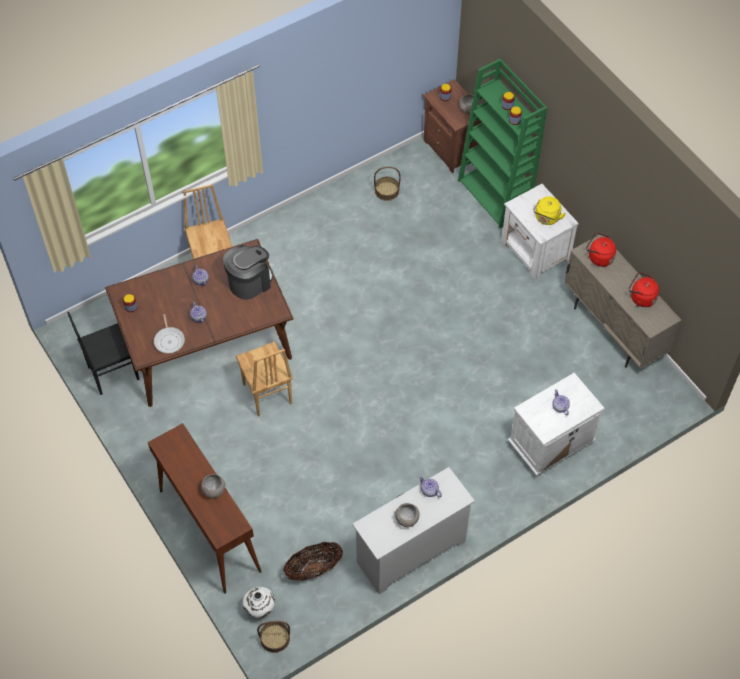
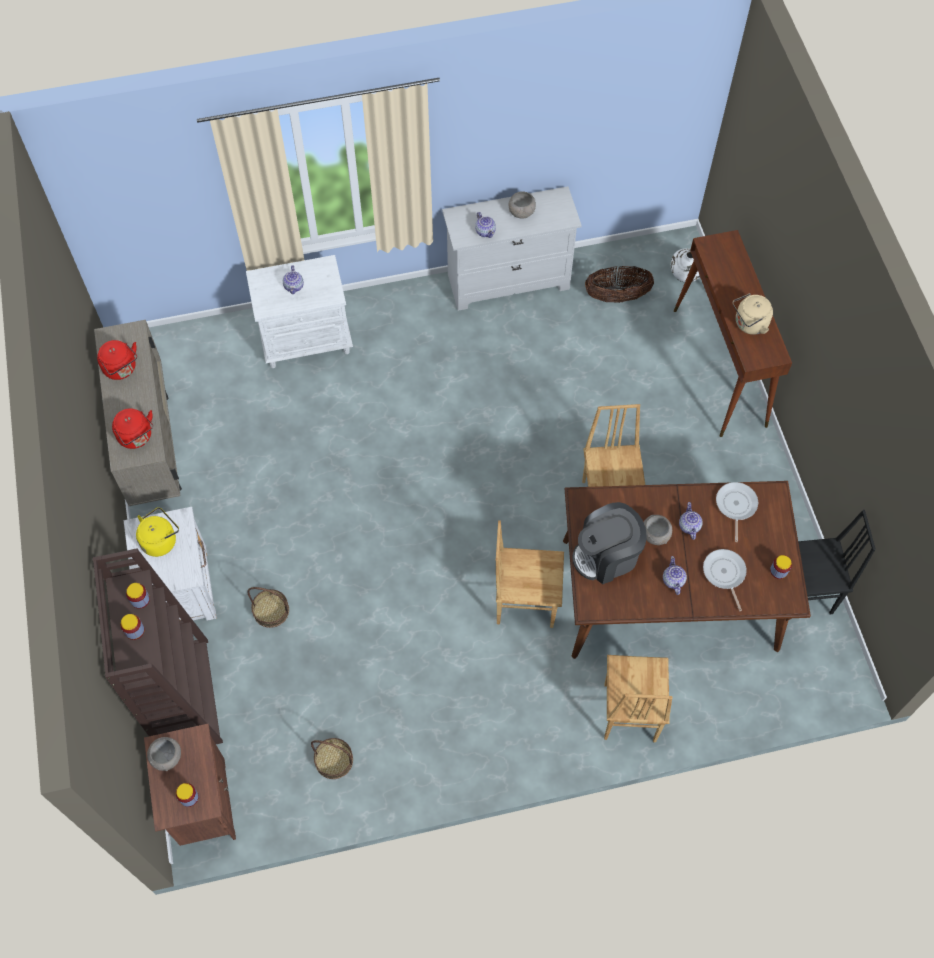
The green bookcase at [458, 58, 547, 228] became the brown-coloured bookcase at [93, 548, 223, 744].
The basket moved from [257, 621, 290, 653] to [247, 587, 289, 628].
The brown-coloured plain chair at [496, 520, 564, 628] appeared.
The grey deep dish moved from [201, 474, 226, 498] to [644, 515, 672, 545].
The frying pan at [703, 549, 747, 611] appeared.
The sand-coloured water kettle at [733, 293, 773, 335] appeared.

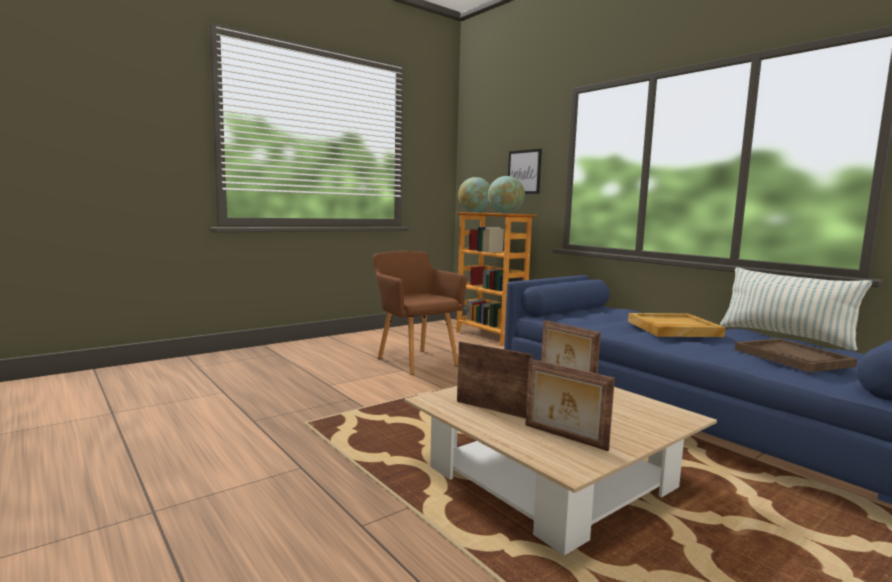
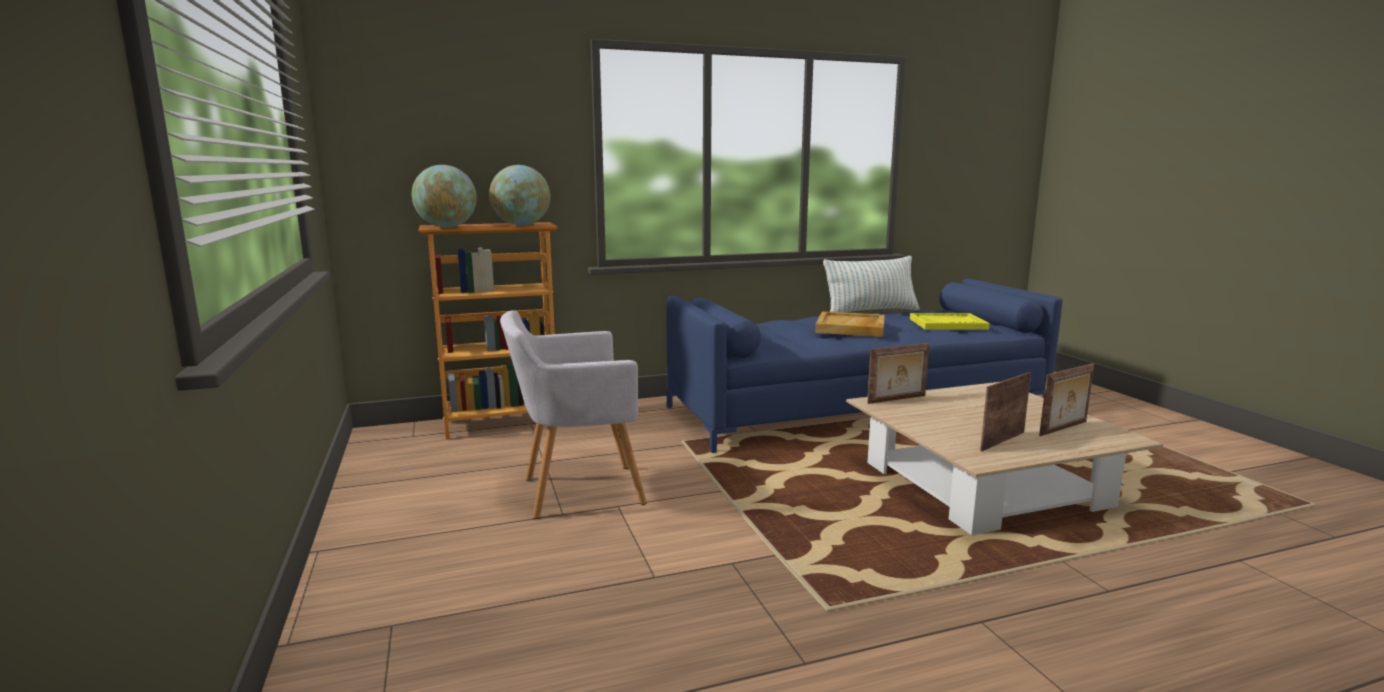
The brown-coloured lounge chair at [373, 251, 467, 375] became the grey lounge chair at [500, 310, 647, 519].
The brown-coloured serving tray at [735, 339, 857, 372] became the yellow serving tray at [910, 313, 990, 330].
The picture at [508, 149, 542, 194] disappeared.

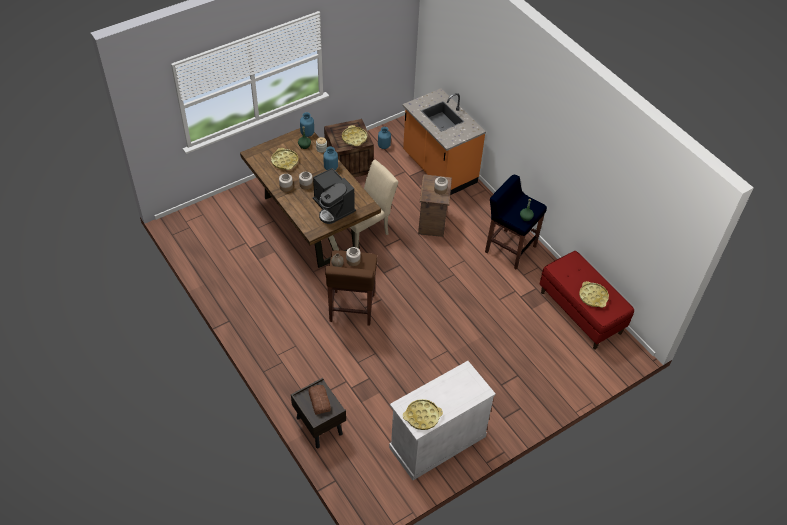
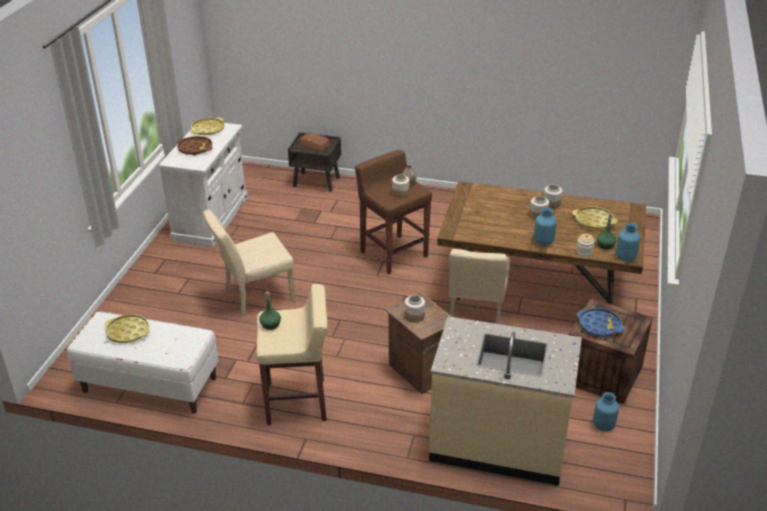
The reddish indoor bench at [539, 251, 634, 350] became the white-coloured indoor bench at [67, 311, 218, 414].
The brown-coloured serving tray at [177, 136, 213, 155] appeared.
The sand-coloured plain chair at [203, 210, 296, 317] appeared.
The bluish sitting stool at [485, 175, 547, 270] became the sand-coloured sitting stool at [256, 284, 328, 425].
The orange kitchen counter at [403, 88, 486, 195] became the sand-coloured kitchen counter at [429, 316, 582, 486].
The yellow serving tray at [342, 125, 367, 146] became the bluish serving tray at [576, 308, 625, 337].
The coffee brewer at [313, 168, 356, 224] disappeared.

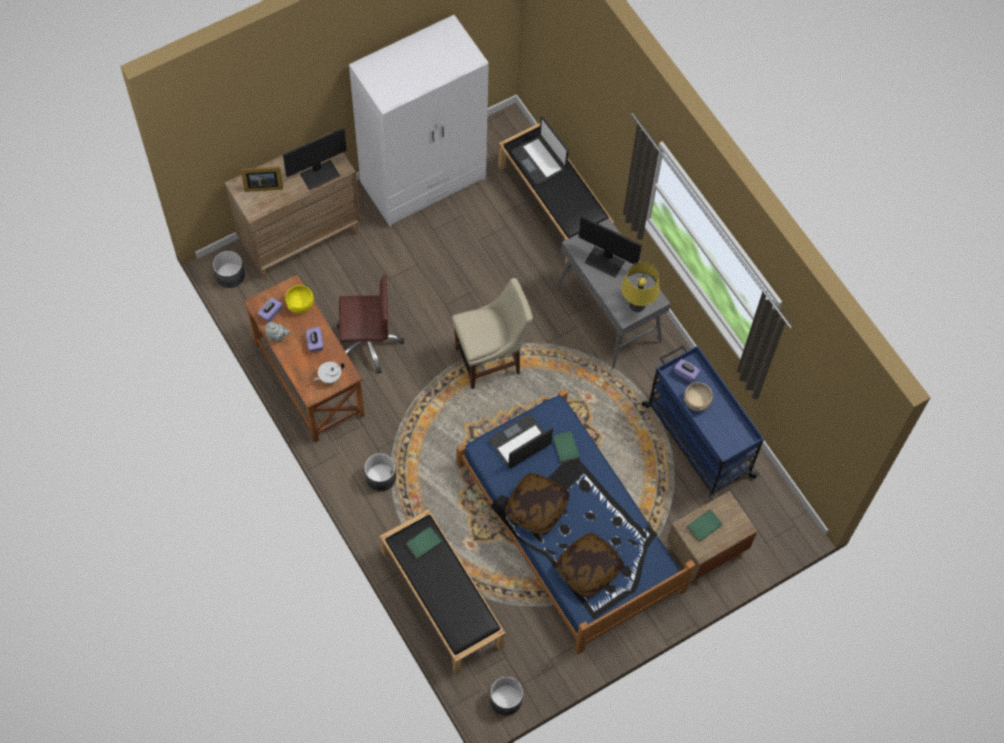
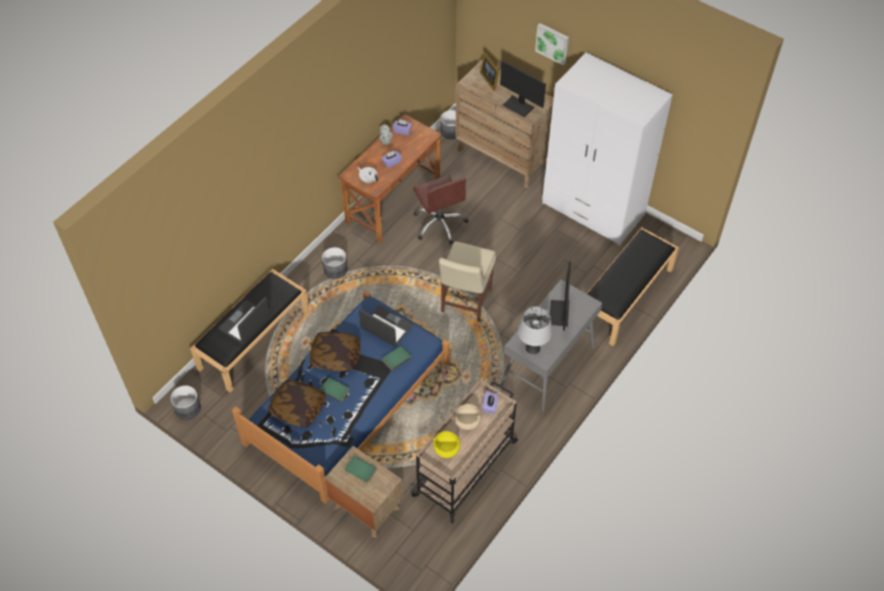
The laptop moved from [512, 117, 569, 185] to [219, 297, 271, 344].
The green volume moved from [406, 527, 442, 560] to [319, 378, 350, 402].
The bluish wheeled cart at [642, 345, 764, 502] became the sand-coloured wheeled cart at [410, 379, 518, 523].
The yellow deep dish moved from [285, 285, 314, 313] to [433, 431, 460, 458].
The sand-coloured plain chair at [452, 278, 533, 389] turned 60 degrees clockwise.
The yellow table lamp at [622, 262, 660, 312] became the grey table lamp at [518, 306, 552, 354].
The picture at [535, 23, 569, 65] appeared.

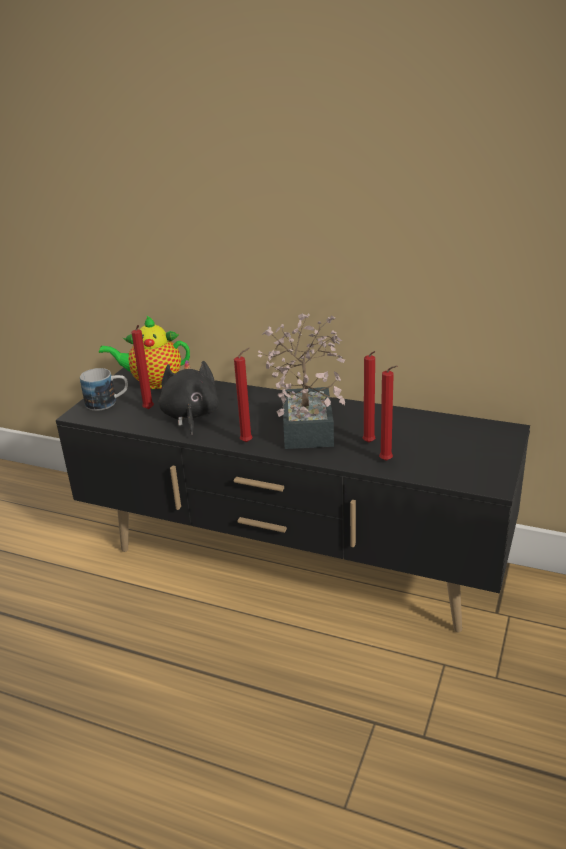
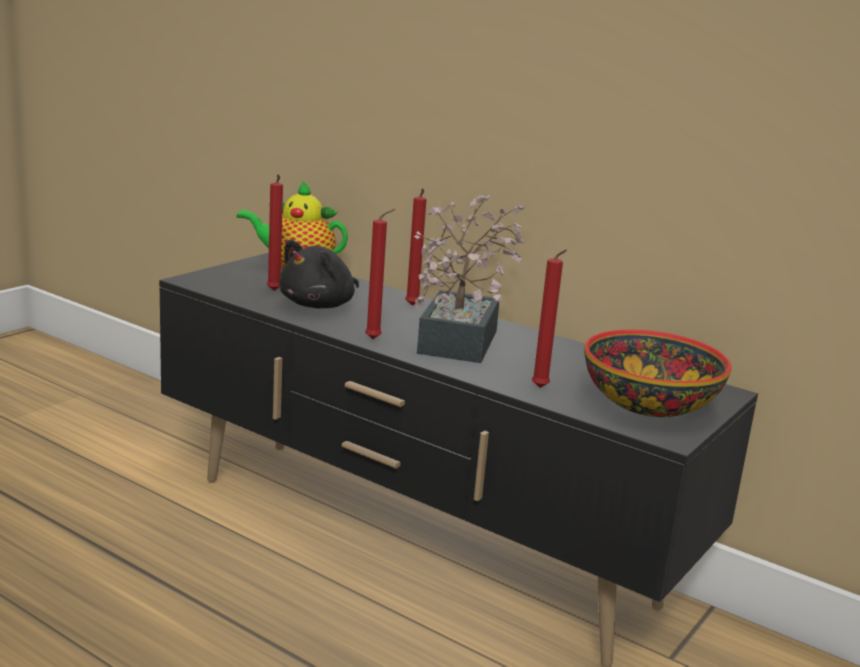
The black plush toy at [159, 360, 219, 435] turned 150 degrees counterclockwise.
The reddish wax candle moved from [363, 351, 376, 443] to [405, 188, 427, 306].
The deep dish at [584, 330, 732, 417] appeared.
The tea mug at [80, 368, 128, 411] disappeared.

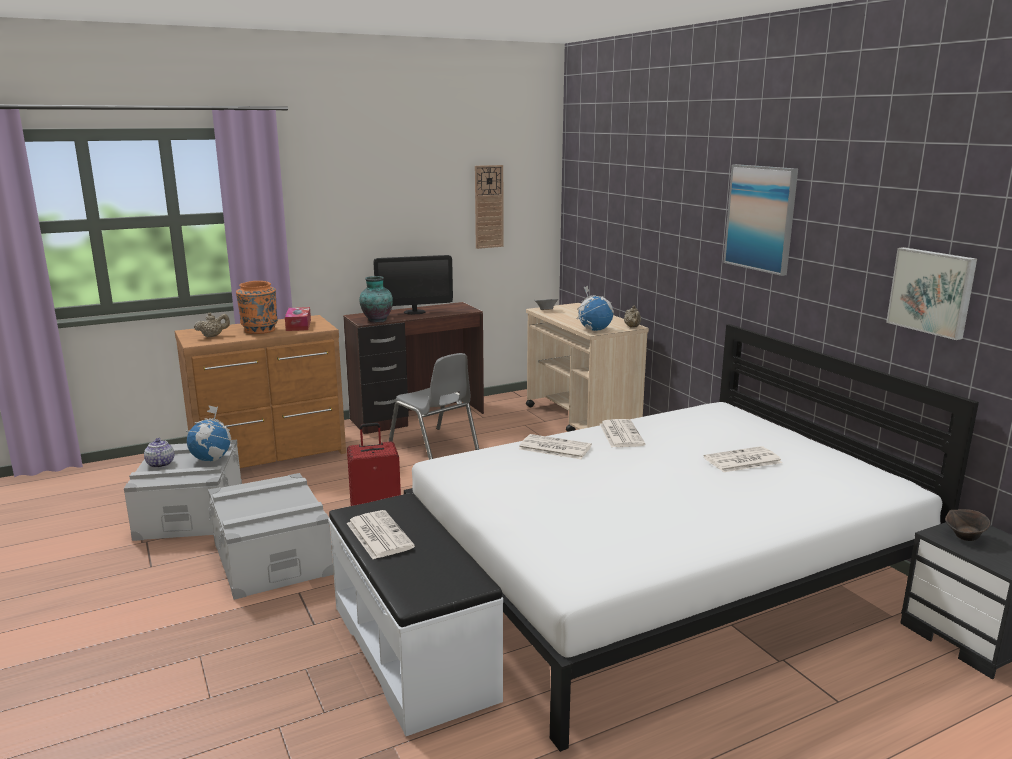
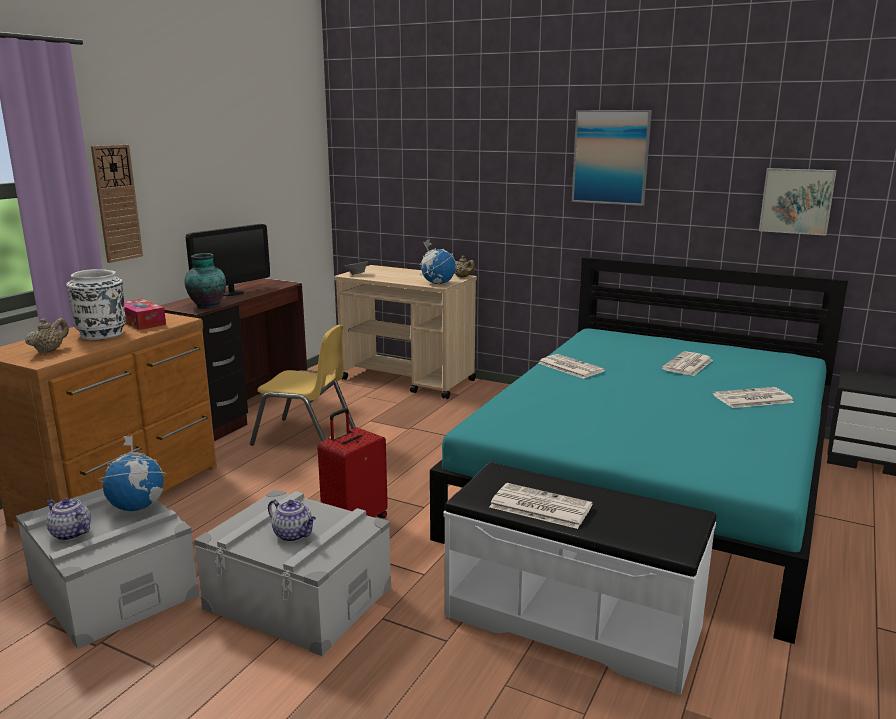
The orange vase at [236, 281, 278, 334] became the white-coloured vase at [66, 269, 126, 340].
The clock on the wall moved from [475, 165, 503, 249] to [91, 145, 143, 263].
The grey plain chair at [389, 353, 479, 460] became the yellow plain chair at [250, 325, 355, 446].
The pot for tea at [268, 499, 316, 542] appeared.
The white-coloured bedroom bed at [404, 324, 979, 752] became the blue-green bedroom bed at [430, 257, 848, 644].
The daily paper moved from [519, 434, 592, 459] to [713, 387, 795, 408].
The brown-coloured deep dish at [945, 509, 991, 541] disappeared.

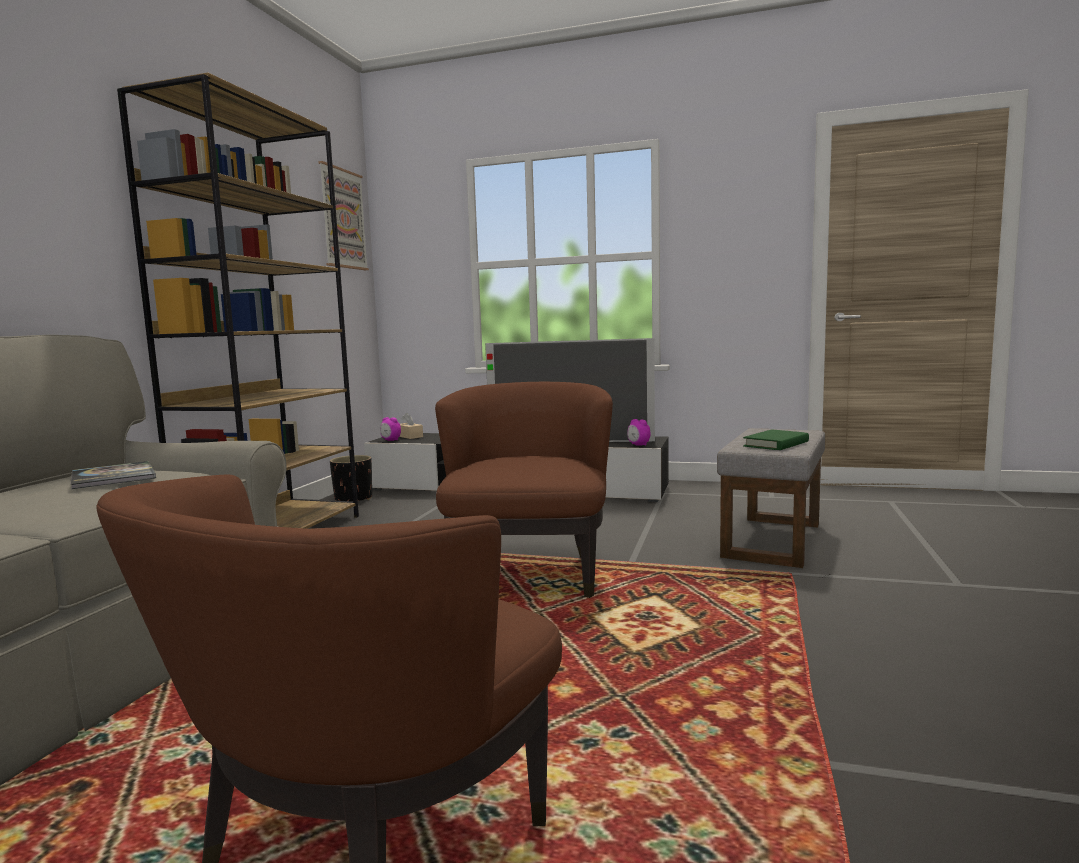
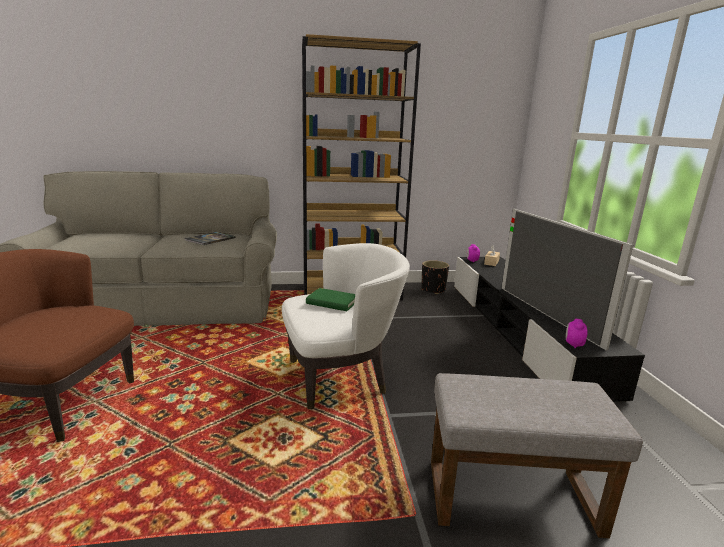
The brown-coloured lounge chair at [435, 382, 613, 598] became the white-coloured lounge chair at [282, 243, 410, 410].
The green volume moved from [743, 429, 809, 450] to [306, 288, 355, 311].
The picture at [318, 161, 369, 270] disappeared.

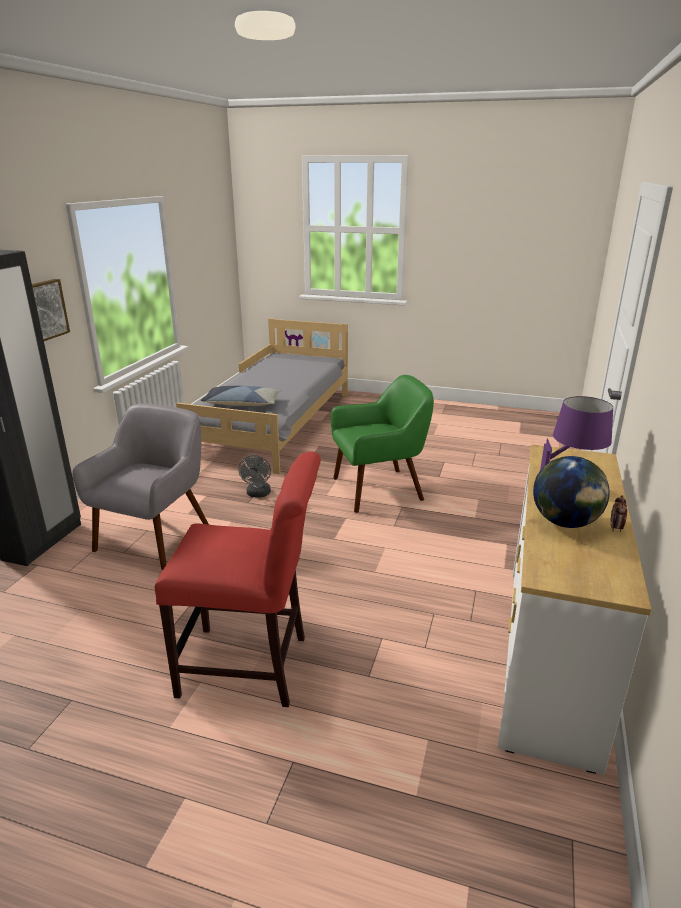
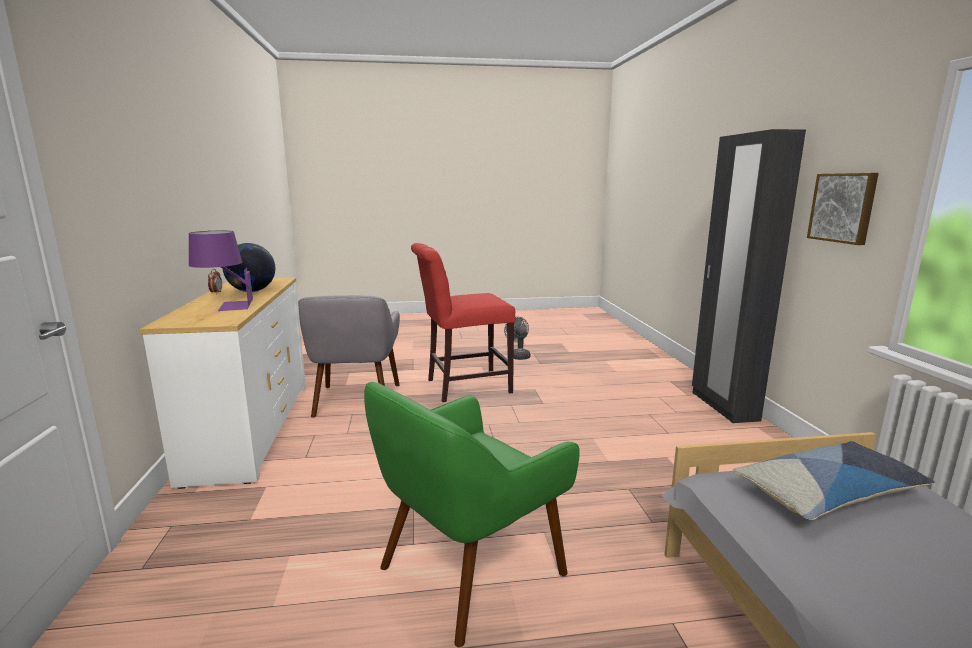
The grey lounge chair moved from [72, 403, 209, 570] to [298, 295, 400, 418].
The grey cooling fan moved from [238, 455, 271, 498] to [504, 317, 531, 360].

